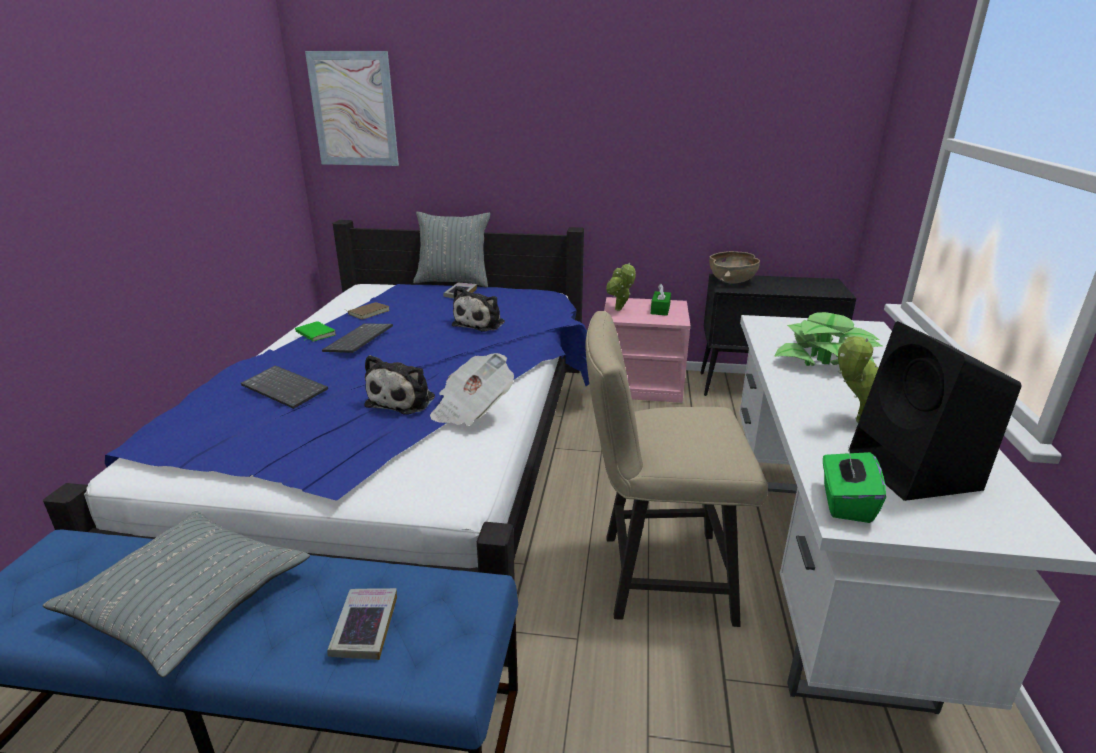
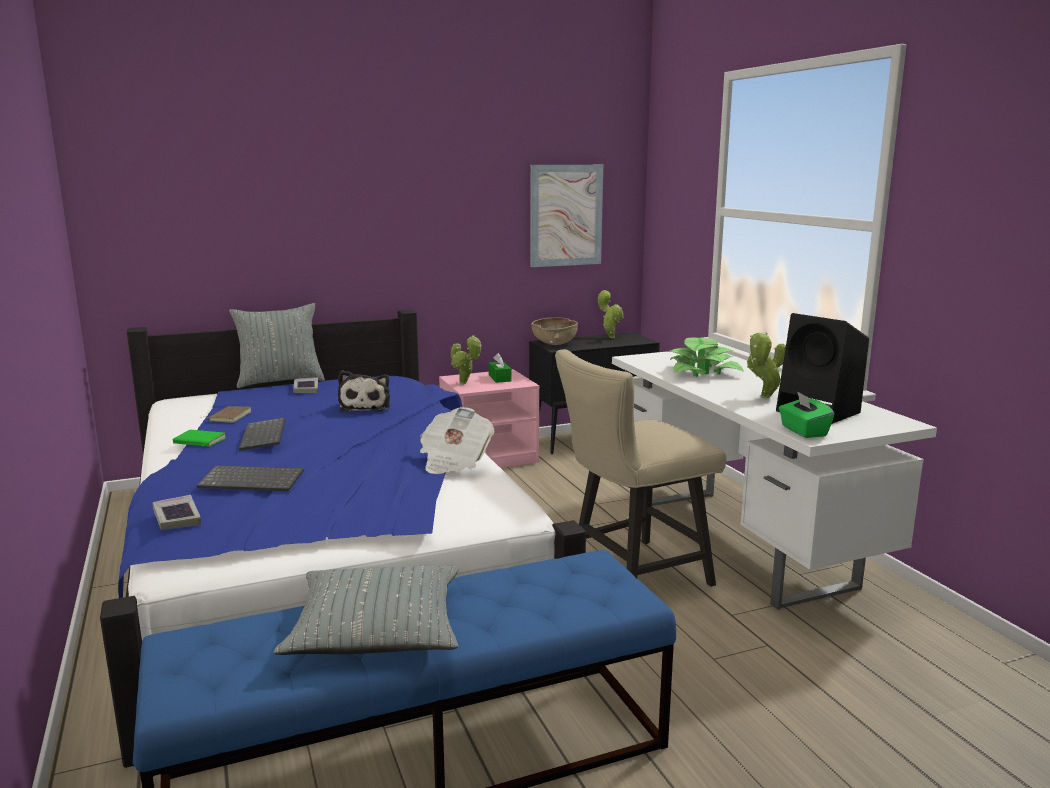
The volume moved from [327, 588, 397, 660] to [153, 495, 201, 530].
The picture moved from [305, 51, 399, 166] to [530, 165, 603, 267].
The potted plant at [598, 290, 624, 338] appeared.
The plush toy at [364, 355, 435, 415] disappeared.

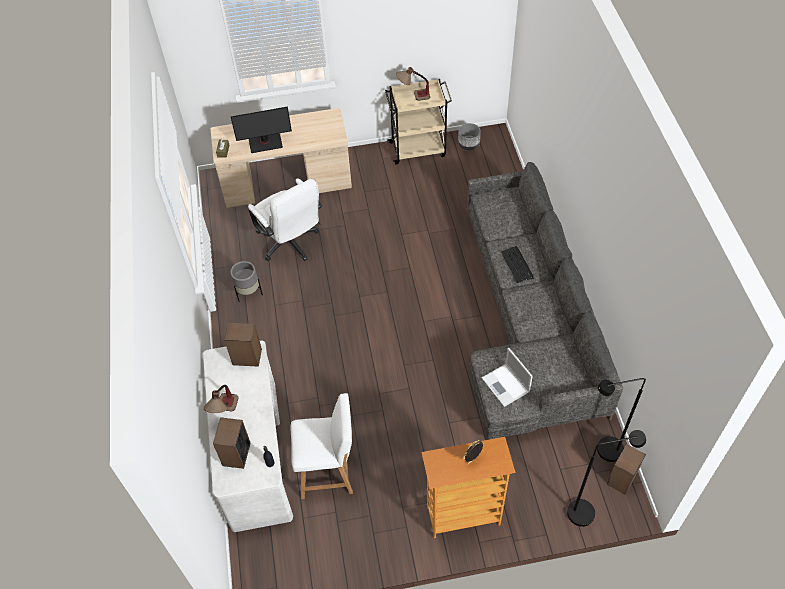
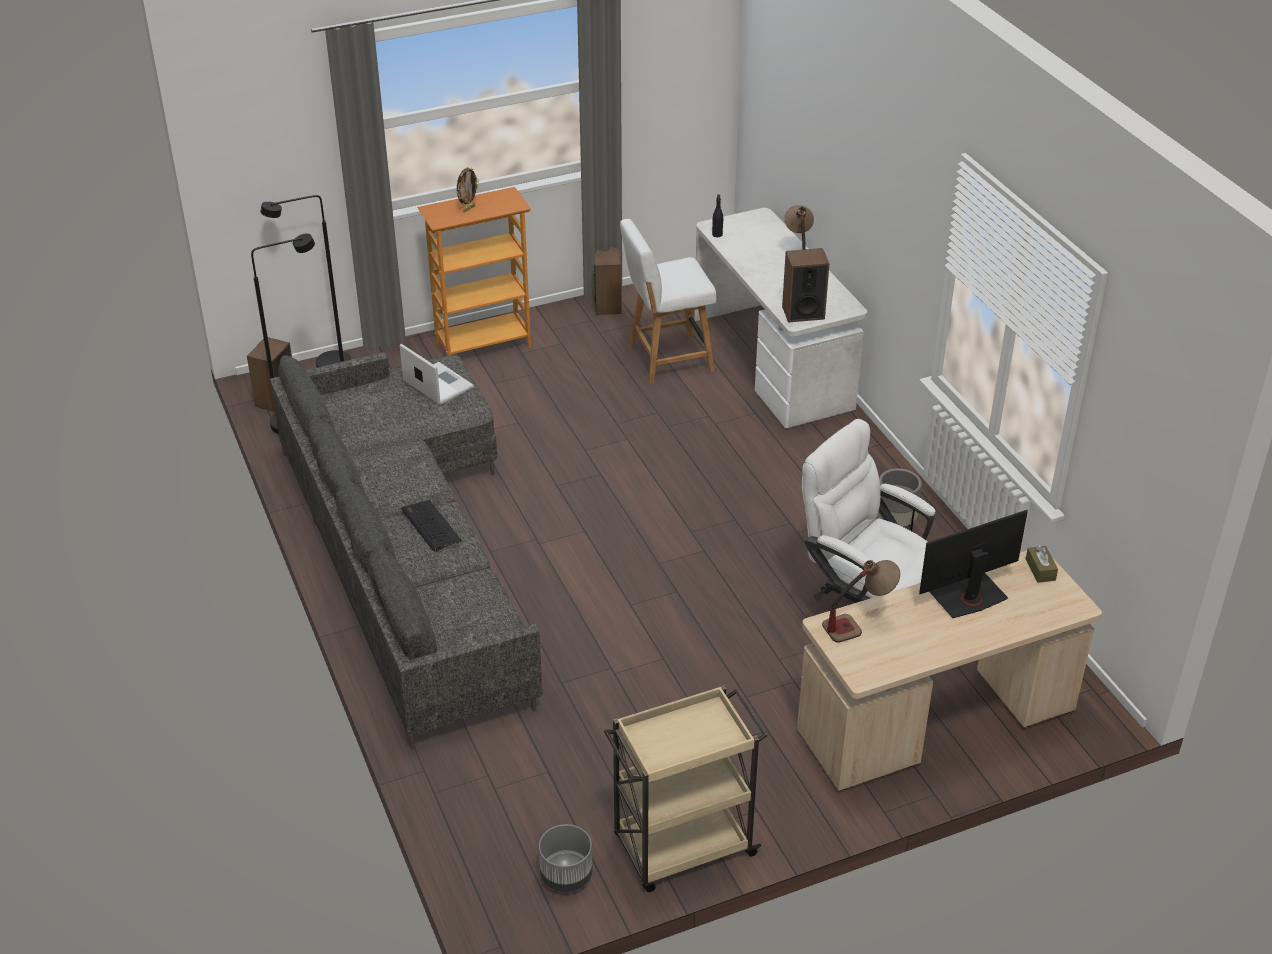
The loudspeaker moved from [213, 417, 251, 469] to [594, 247, 621, 315].
The table lamp moved from [396, 67, 430, 101] to [822, 560, 900, 643].

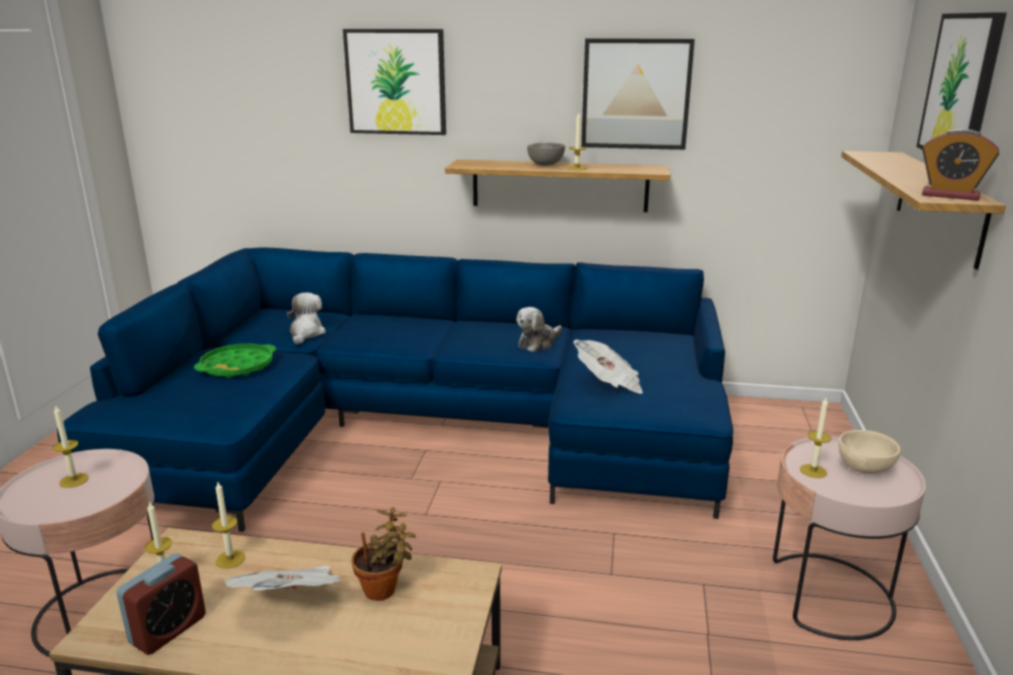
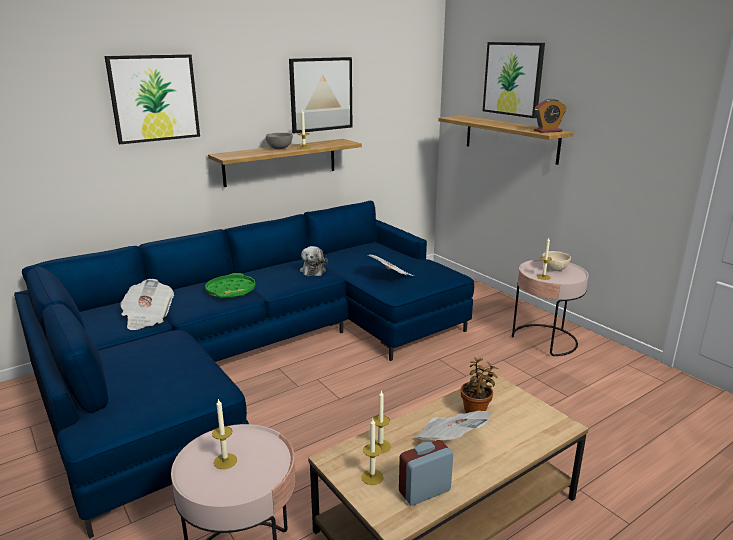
The plush toy at [286, 293, 326, 344] was replaced by the daily paper at [120, 279, 174, 330].
The green serving tray moved from [194, 344, 276, 378] to [205, 273, 256, 298].
The table clock at [116, 553, 206, 655] turned 105 degrees counterclockwise.

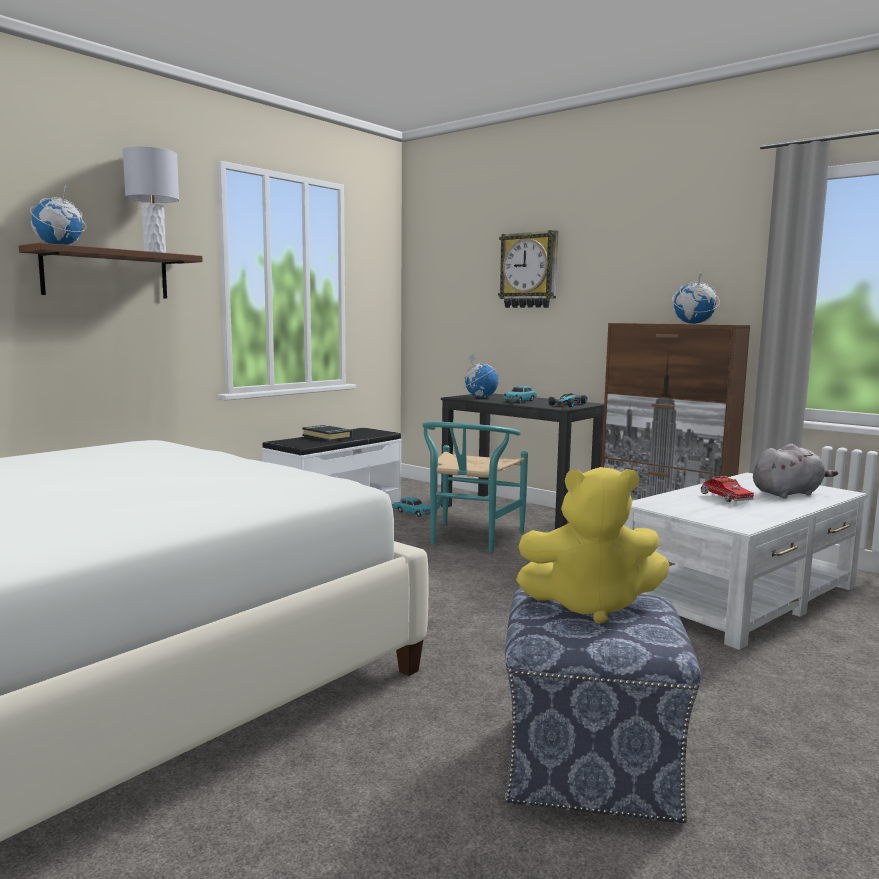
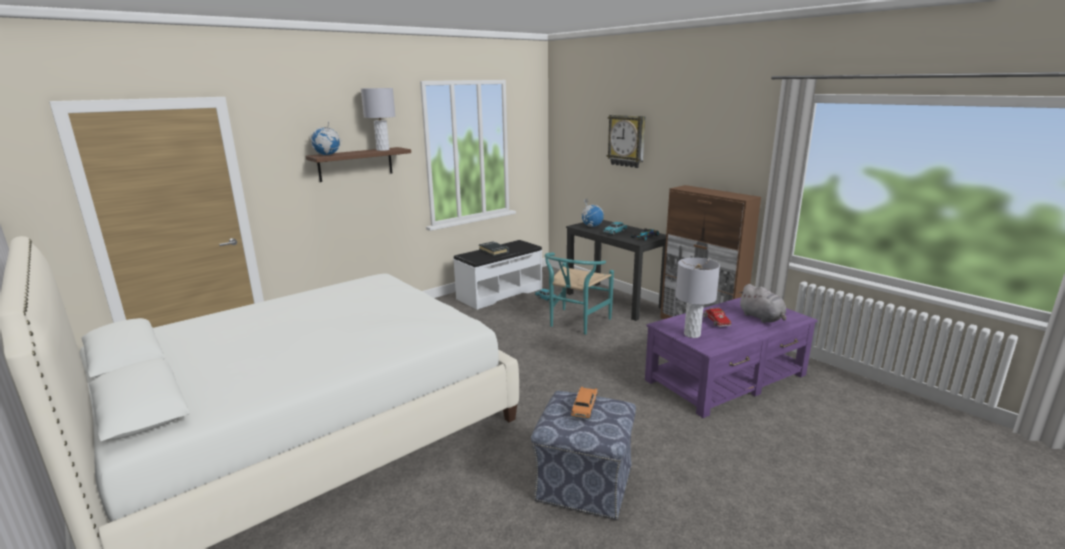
The yellow plush toy at [516, 467, 669, 624] was replaced by the orange toy car at [571, 387, 598, 419].
The white-coloured coffee table at [624, 473, 868, 650] became the purple coffee table at [645, 297, 818, 418].
The grey table lamp at [675, 258, 720, 338] appeared.
The grey plush toy at [753, 444, 838, 499] turned 75 degrees clockwise.
The desk globe at [672, 270, 720, 324] disappeared.

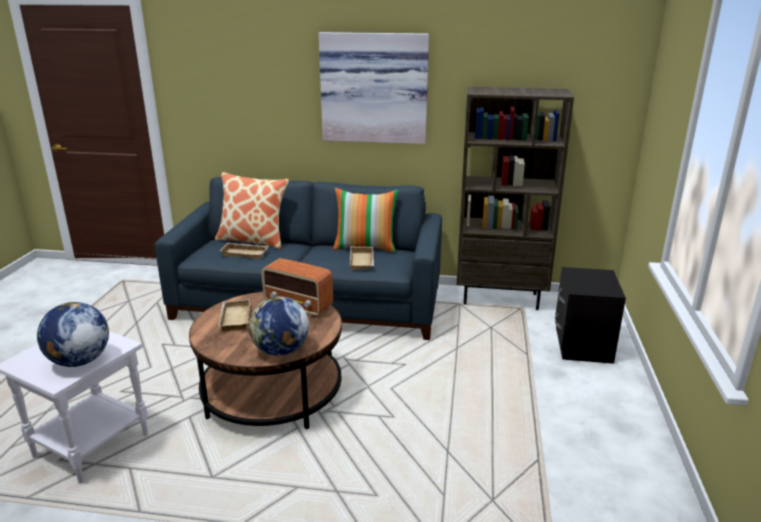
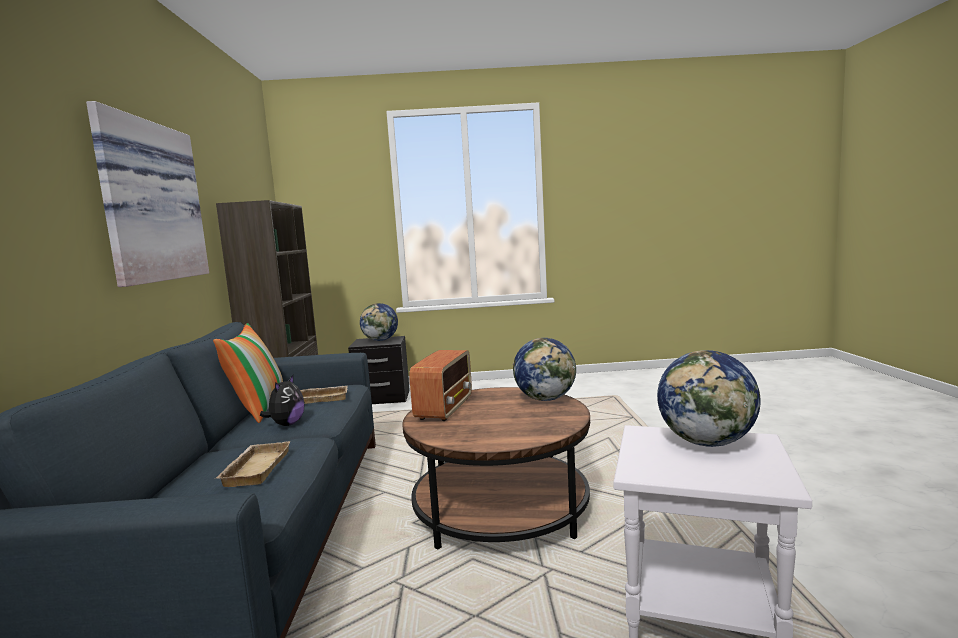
The plush toy at [260, 375, 305, 426] appeared.
The desk globe at [360, 303, 398, 341] appeared.
The throw pillow at [215, 172, 289, 250] disappeared.
The sand-coloured serving tray at [218, 299, 250, 331] disappeared.

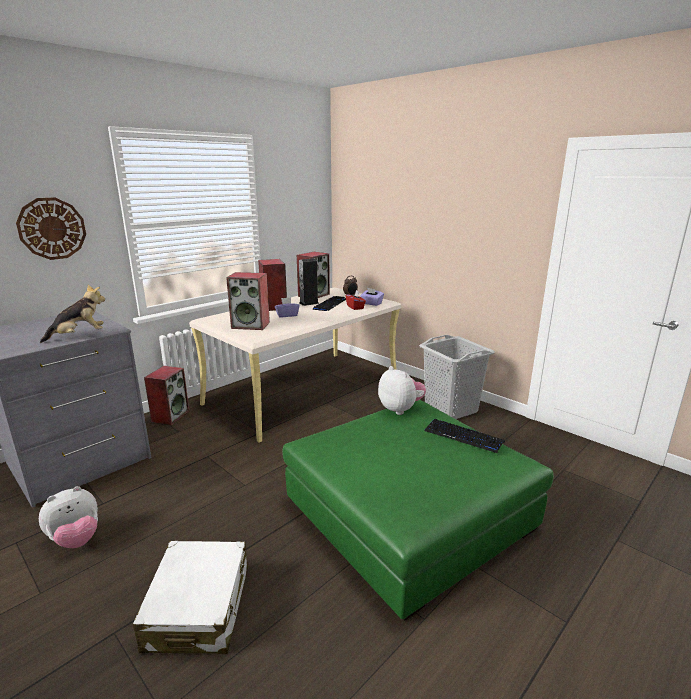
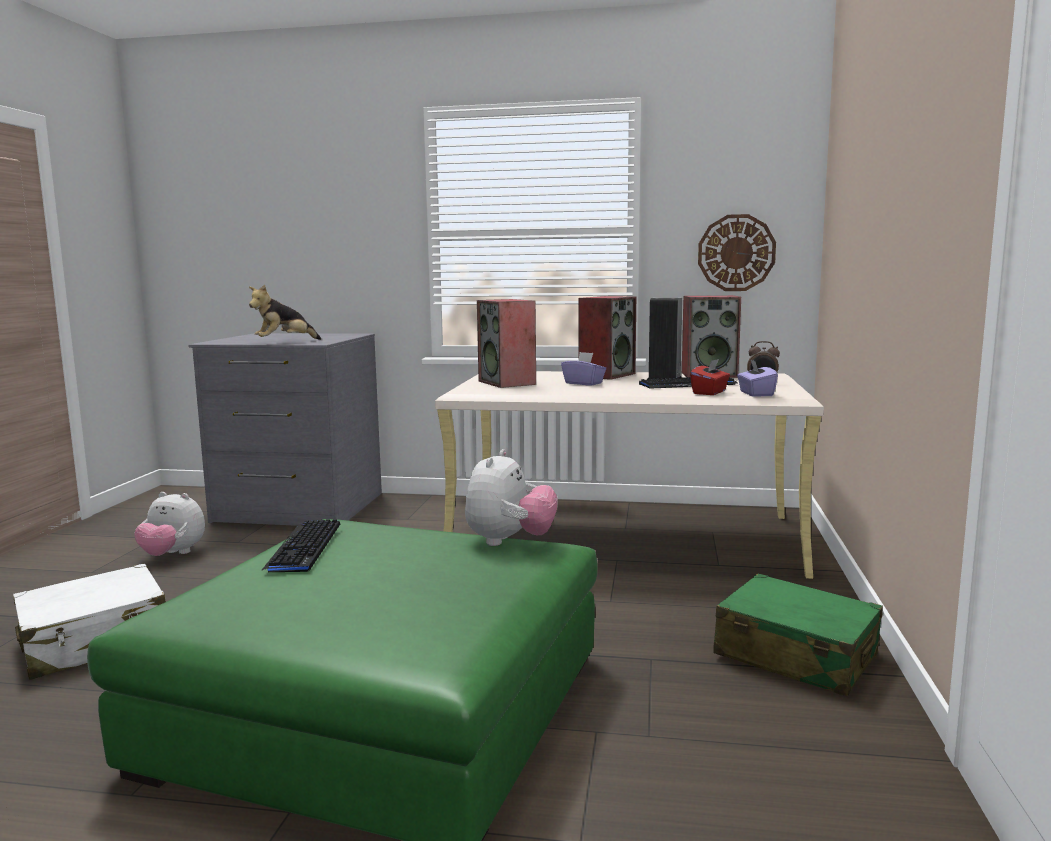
The plush toy at [40, 285, 105, 343] turned 120 degrees clockwise.
The keyboard moved from [424, 419, 505, 453] to [262, 519, 340, 572].
The clock on the wall moved from [16, 198, 86, 260] to [698, 214, 776, 291].
The grey hamper at [419, 335, 495, 419] was replaced by the green suitcase at [713, 573, 883, 696].
The loudspeaker at [144, 366, 189, 425] disappeared.

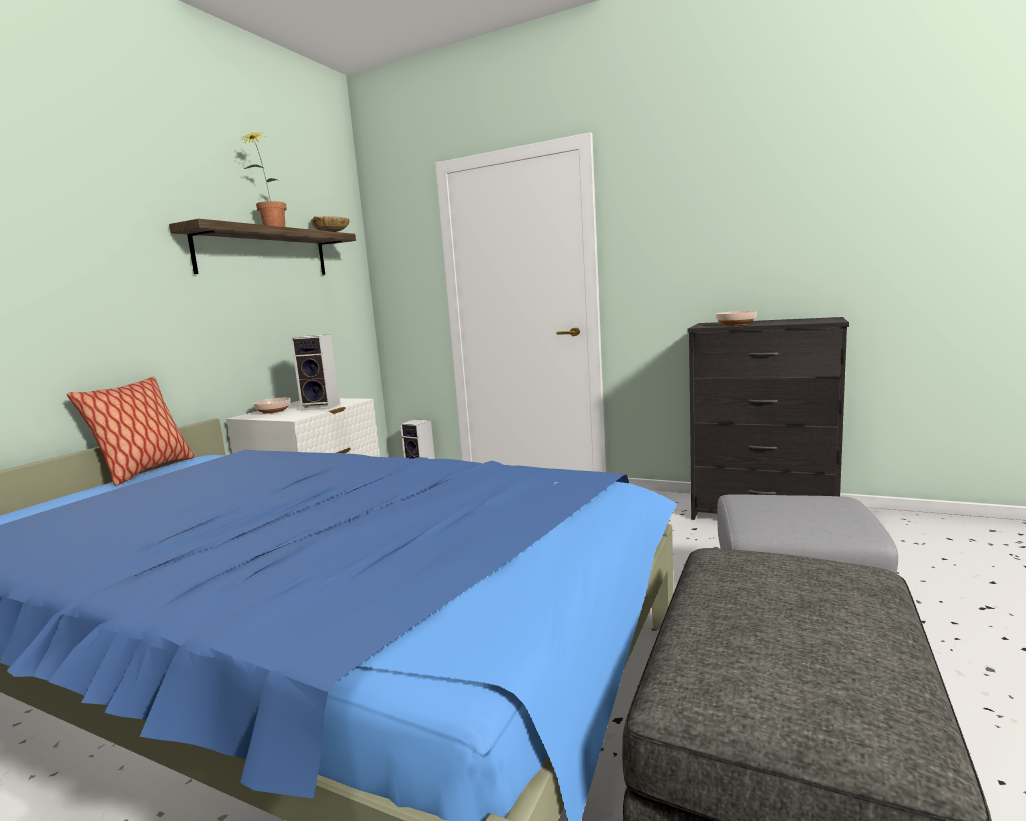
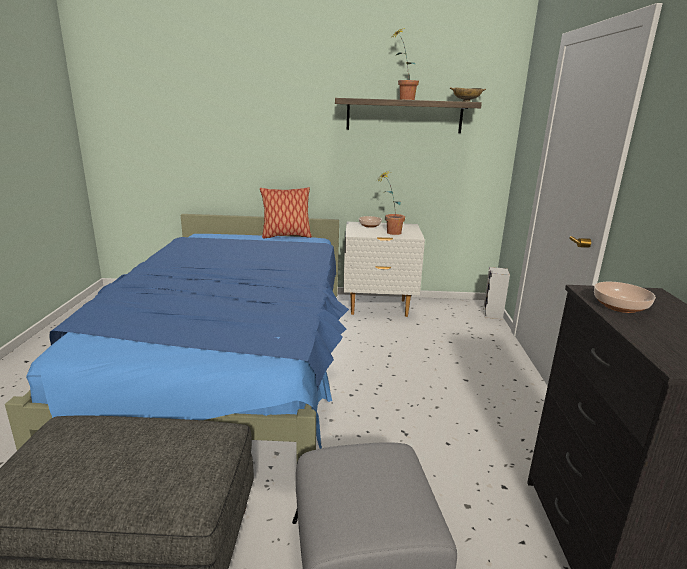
The loudspeaker at [291, 334, 340, 410] was replaced by the potted plant at [377, 171, 405, 235].

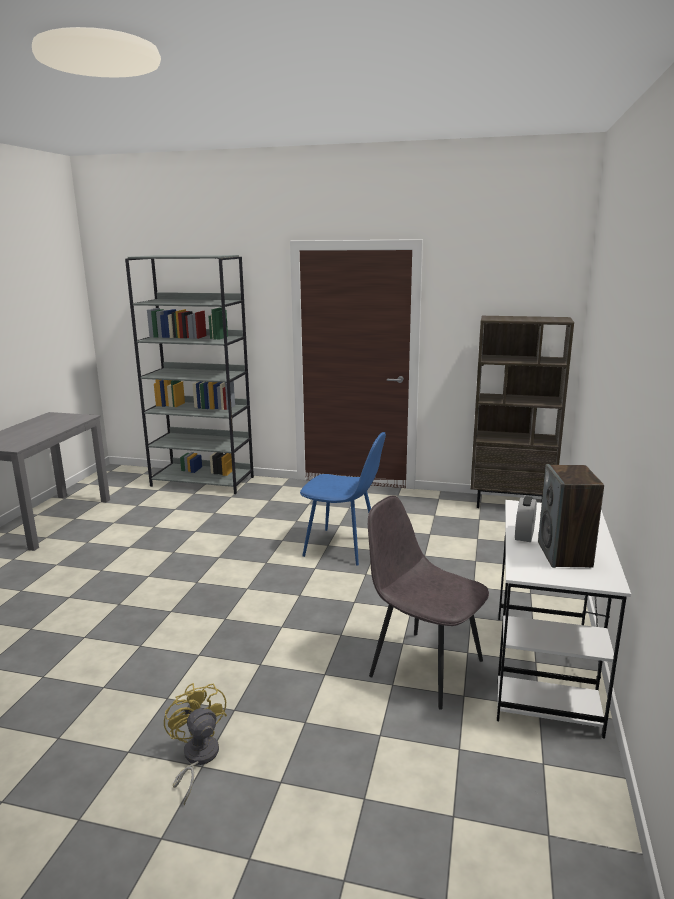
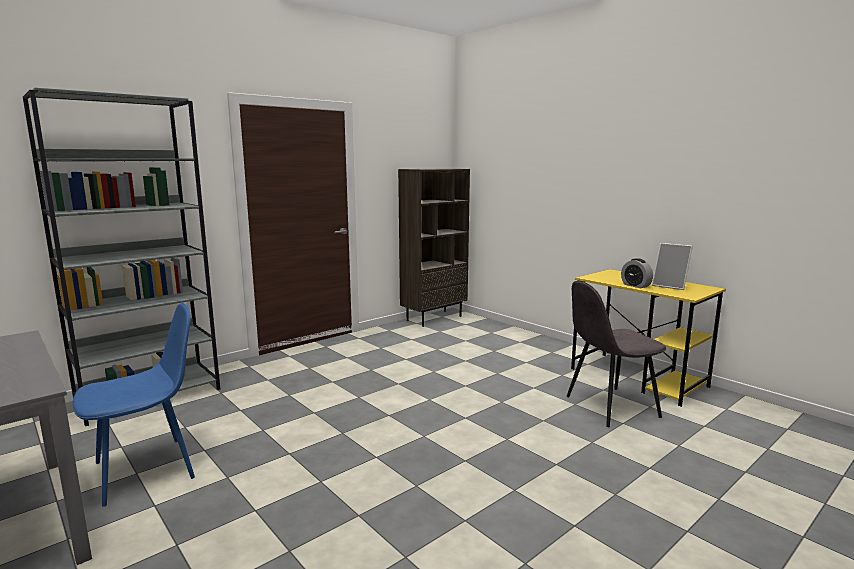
The bluish plain chair moved from [300, 432, 386, 565] to [73, 302, 195, 507].
The white-coloured desk unit at [497, 500, 631, 738] became the yellow desk unit at [571, 269, 726, 407].
The loudspeaker at [538, 464, 604, 568] was replaced by the photo frame at [652, 243, 693, 290].
The yellow cooling fan at [164, 683, 227, 805] disappeared.

